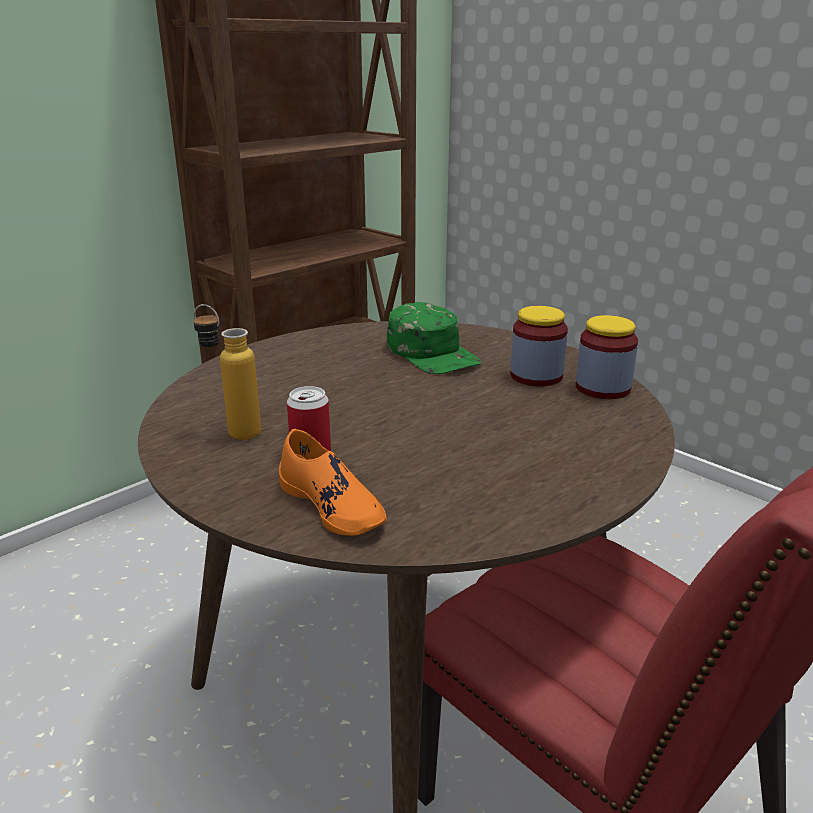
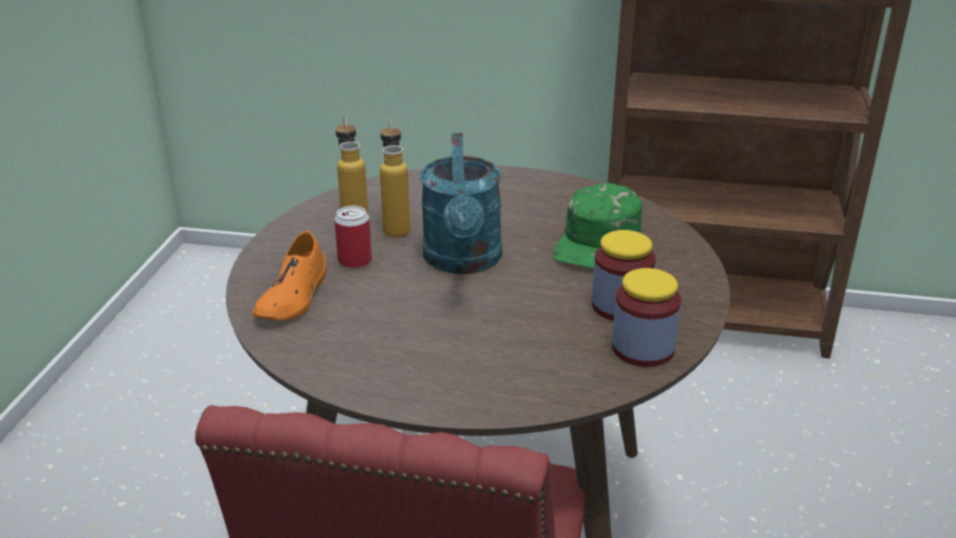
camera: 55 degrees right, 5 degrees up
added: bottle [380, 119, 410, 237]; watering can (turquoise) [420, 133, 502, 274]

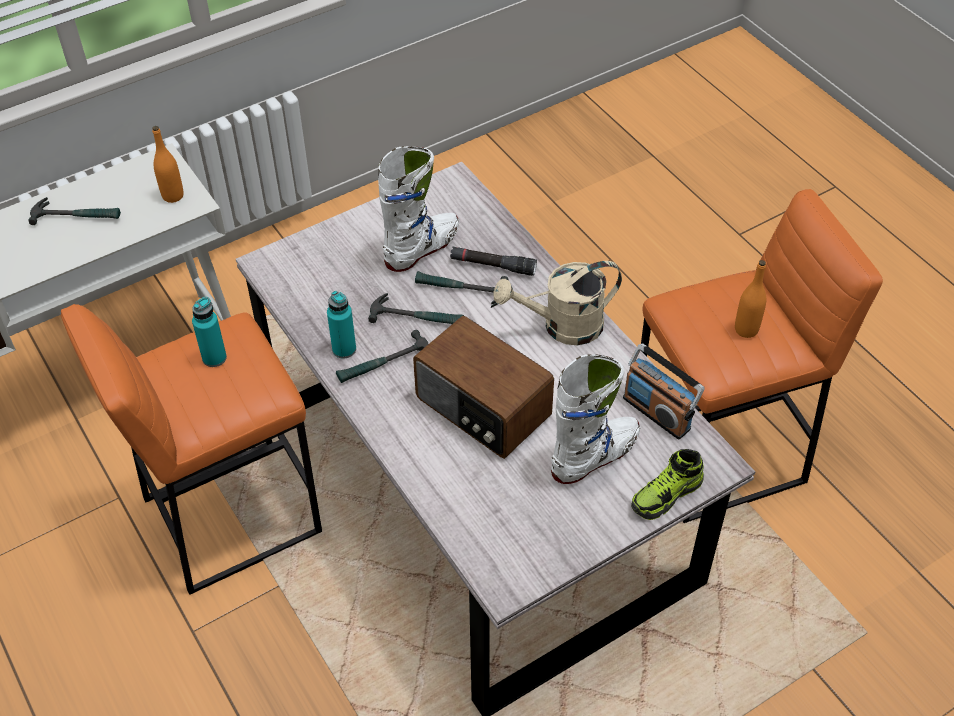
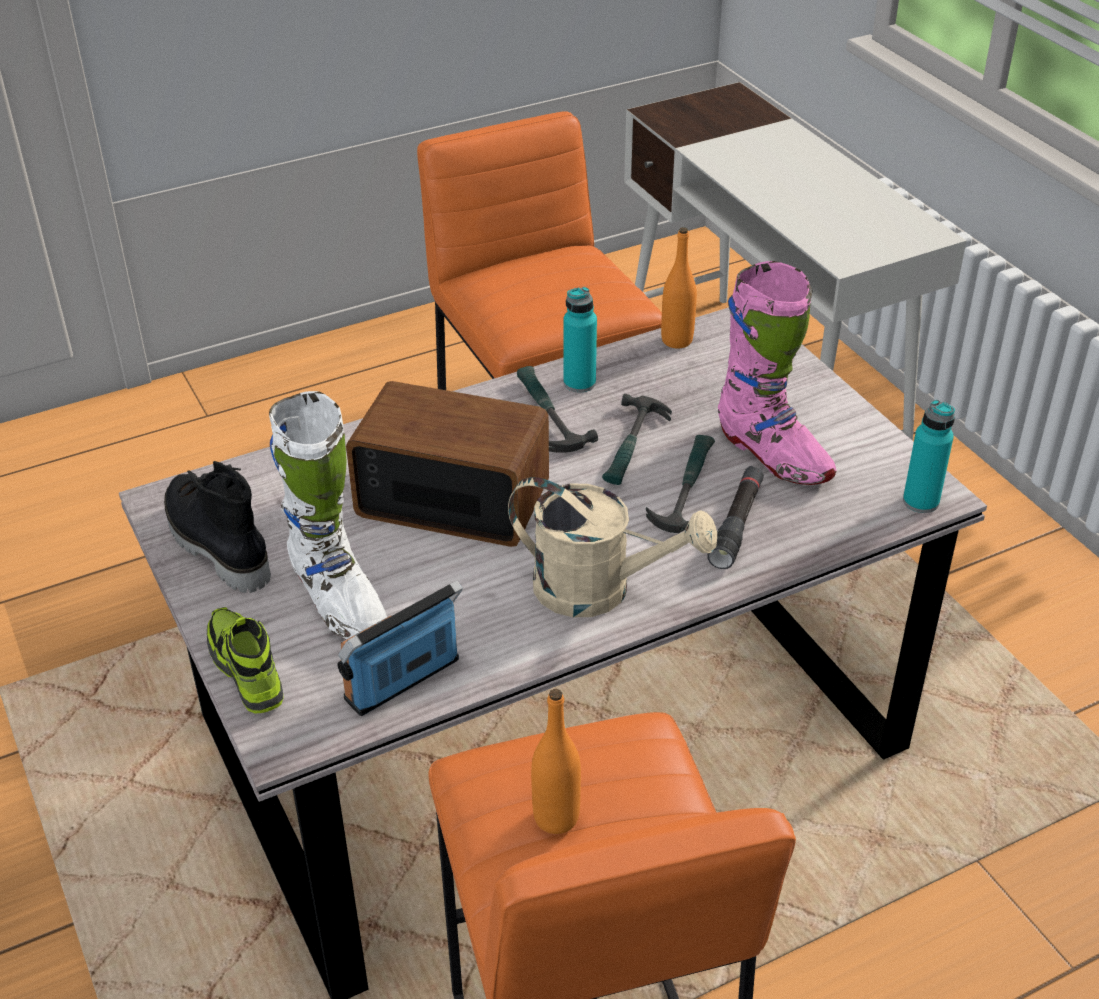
camera: 95 degrees right, 10 degrees down
removed: hammer [28, 197, 121, 225]
added: boot (black) [164, 461, 271, 593]
moved: bottle (orange) [152, 126, 184, 203] to [661, 227, 697, 348]; bottle (turquoise) [192, 297, 227, 367] to [903, 400, 955, 513]
recoloured: boot (white) [378, 146, 459, 272] to boot (pink) [718, 261, 837, 485]
turned: watering can (beige) [494, 261, 622, 345] = [508, 477, 717, 617] 120 degrees clockwise; radio [413, 316, 554, 459] = [346, 381, 549, 547] 60 degrees clockwise

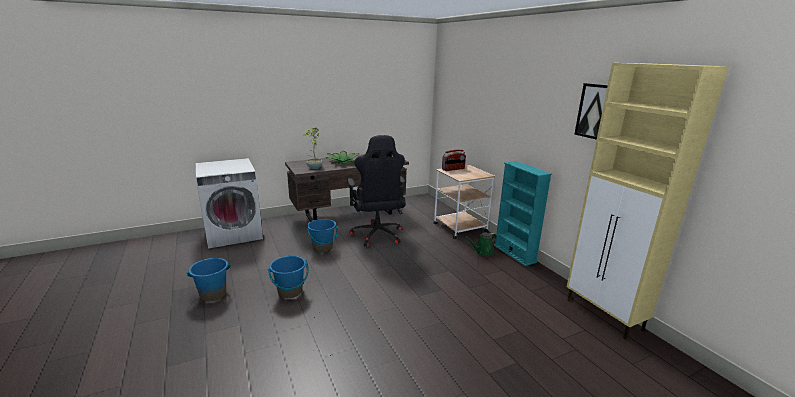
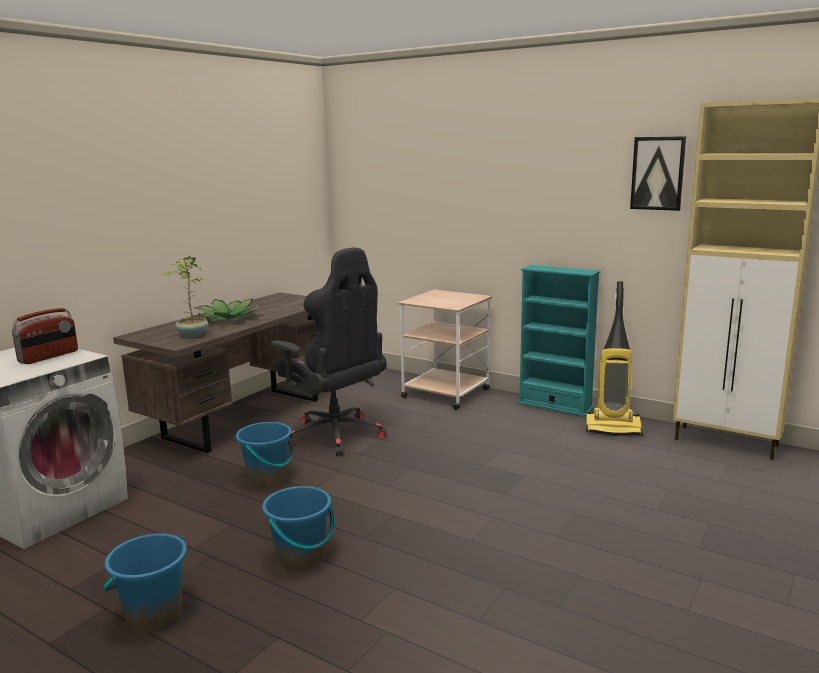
camera: 30 degrees left, 5 degrees down
removed: watering can (green) [466, 233, 497, 256]
added: vacuum cleaner [586, 281, 643, 436]
moved: radio [442, 150, 466, 171] to [12, 308, 78, 364]

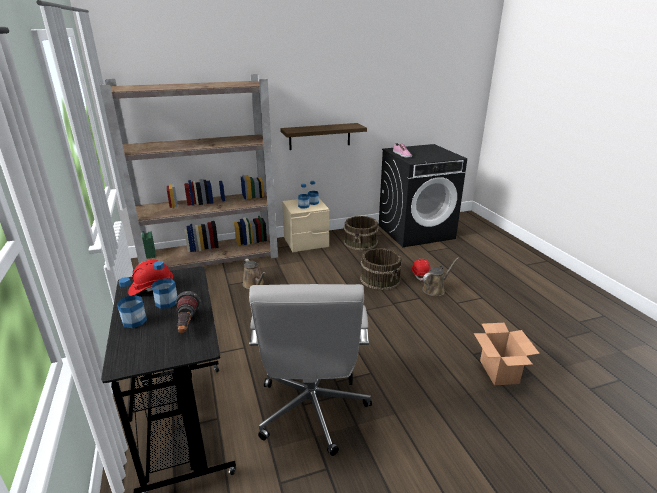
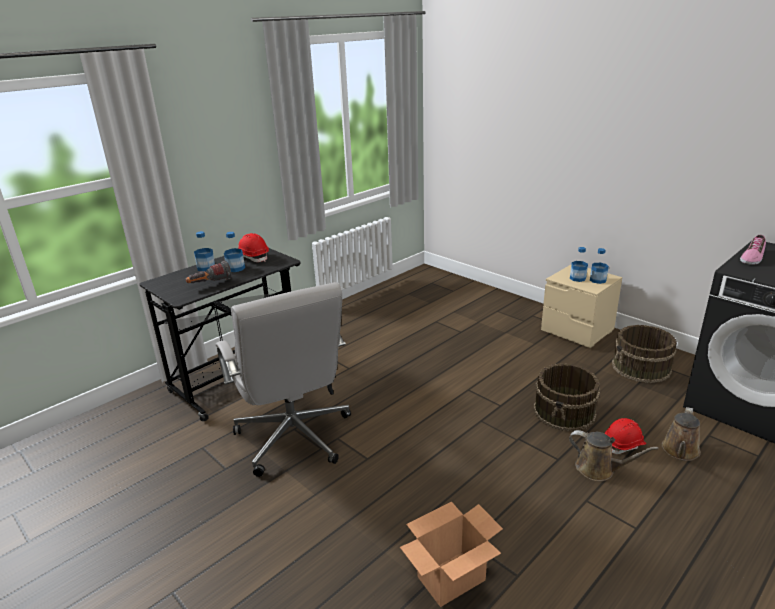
camera: 65 degrees right, 0 degrees up
removed: bookcase (brown) [100, 74, 278, 271]; shelf [280, 123, 367, 150]
moved: watering can (brown) [243, 259, 265, 289] to [662, 407, 701, 461]
turned: office chair (grey) [249, 284, 372, 456] = [215, 282, 351, 477] 90 degrees counterclockwise

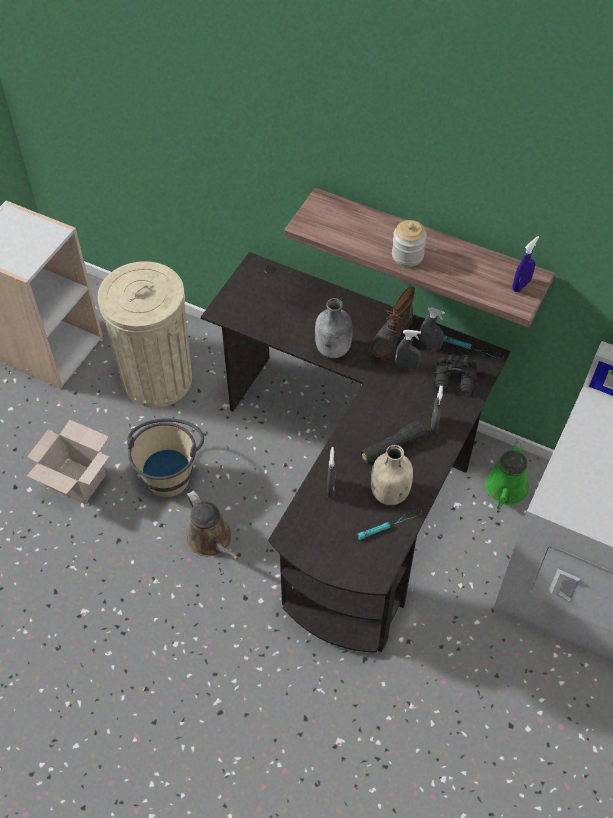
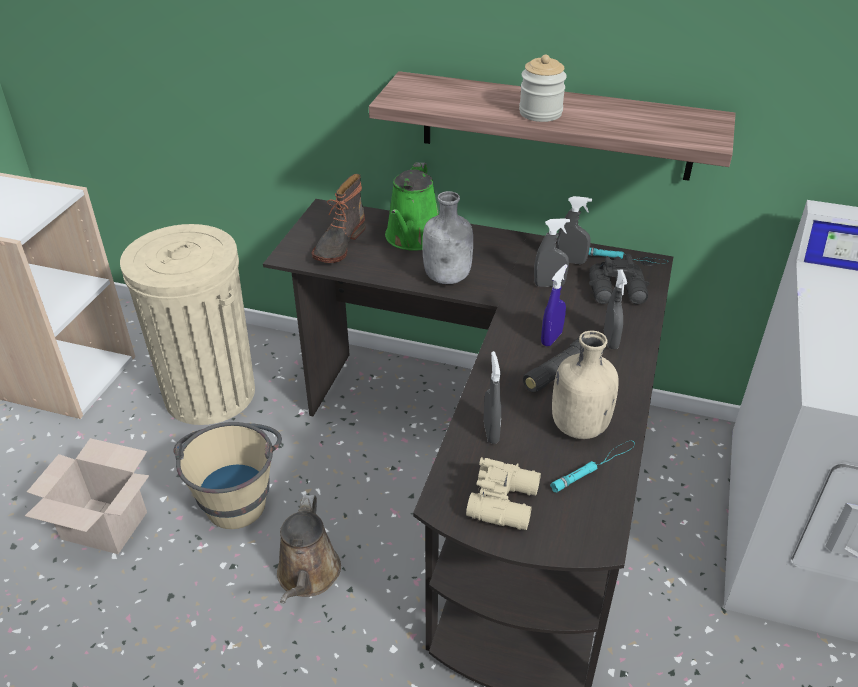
camera: 10 degrees left, 15 degrees down
added: binoculars (beige) [466, 457, 541, 530]
moved: spray bottle (blue) [512, 236, 540, 292] to [541, 264, 568, 346]; boot [369, 287, 415, 360] to [312, 174, 366, 263]; watering can (green) [485, 439, 529, 510] to [385, 162, 439, 251]
turned: watering can (brown) [186, 490, 238, 560] = [277, 495, 341, 603] 45 degrees clockwise

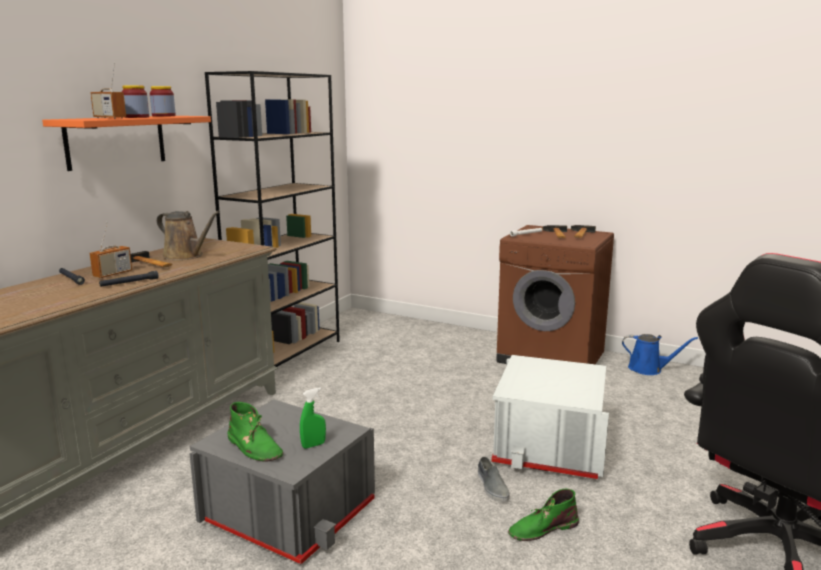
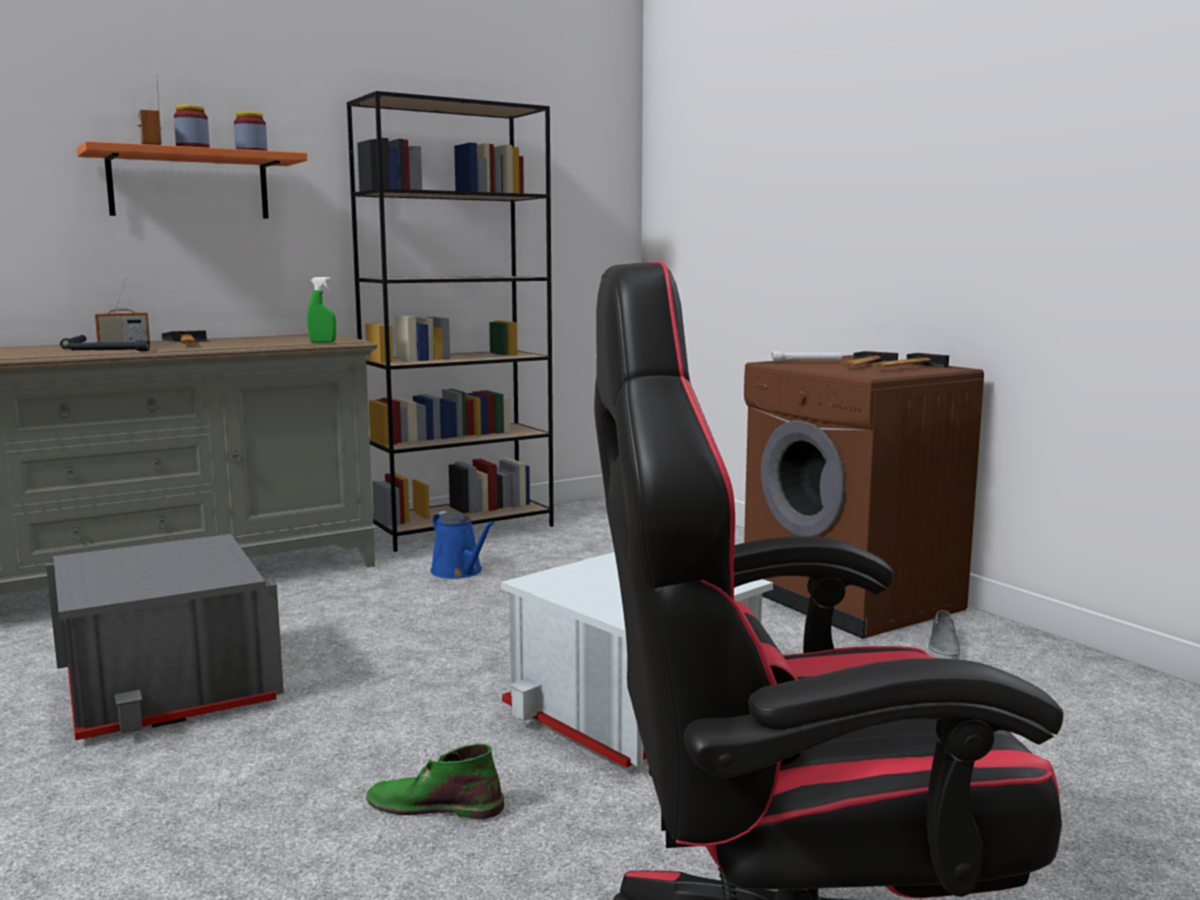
camera: 30 degrees right, 5 degrees down
removed: watering can (brown) [157, 211, 220, 260]; boot (green) [228, 402, 283, 462]
moved: watering can (blue) [622, 334, 698, 375] to [430, 511, 495, 579]; spray bottle (green) [300, 388, 326, 448] to [307, 277, 336, 343]; shoe (grey) [478, 457, 510, 502] to [928, 610, 960, 660]

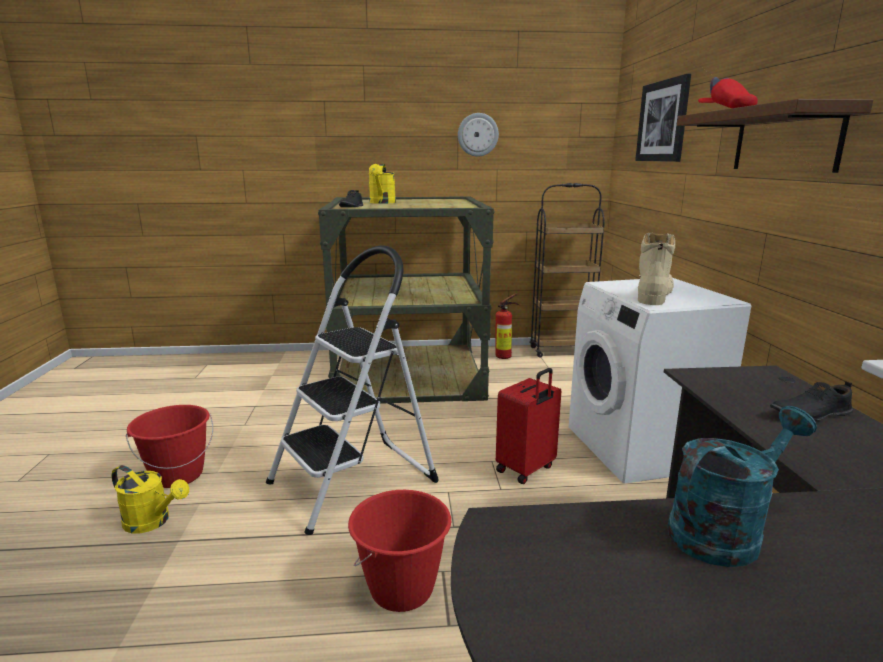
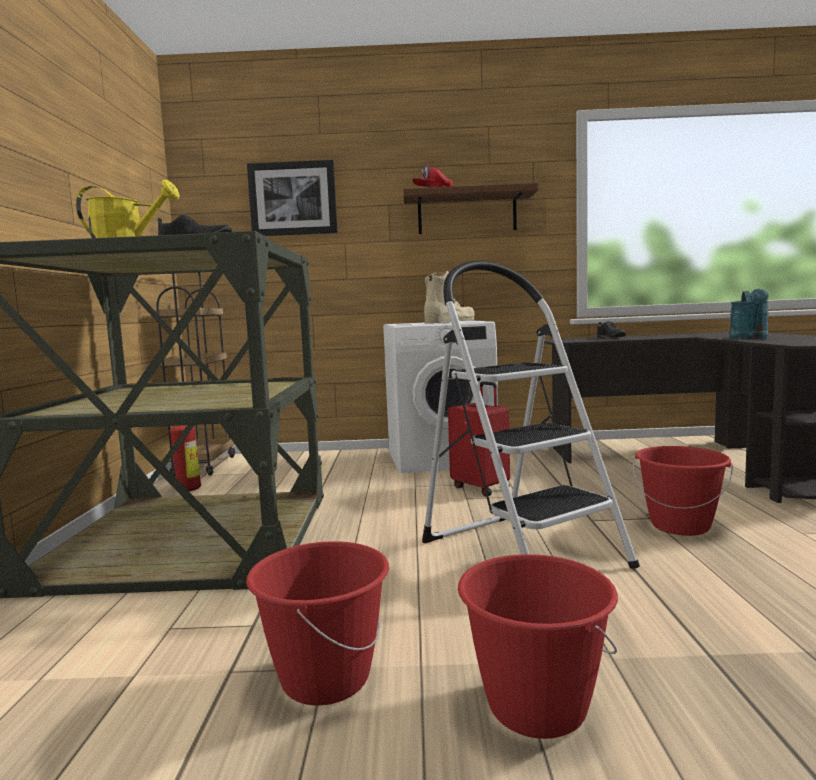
camera: 85 degrees left, 10 degrees down
removed: wall clock [458, 113, 499, 157]; watering can (yellow) [112, 465, 189, 533]
added: bucket (red) [246, 541, 389, 706]
turned: boot (beige) [638, 233, 675, 305] = [424, 271, 475, 324] 105 degrees clockwise; watering can (turquoise) [668, 406, 817, 567] = [729, 289, 769, 339] 135 degrees counterclockwise

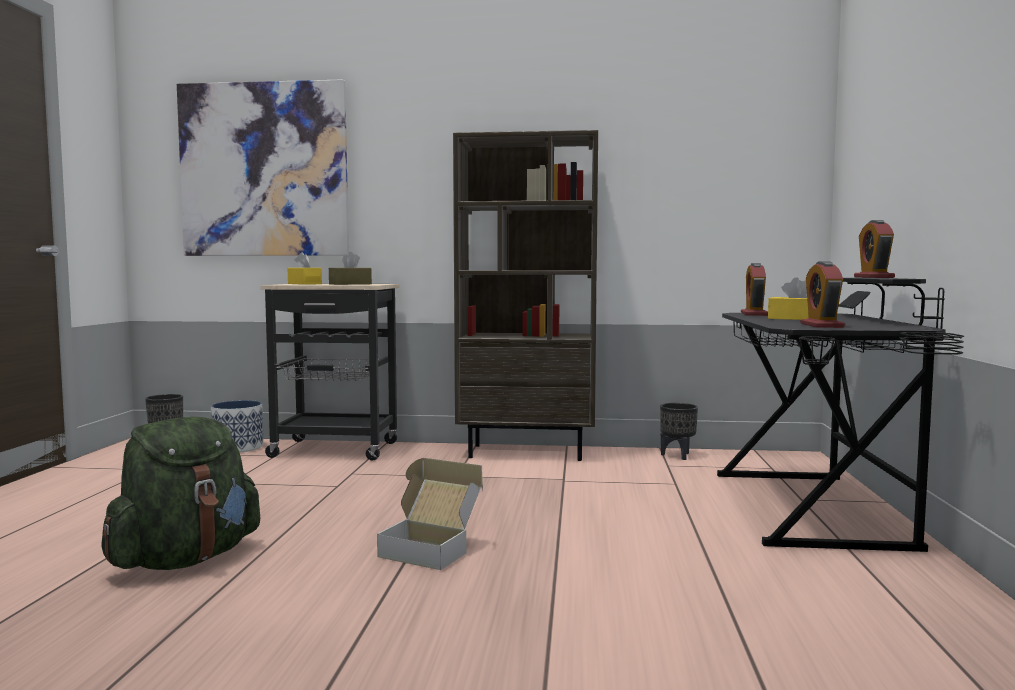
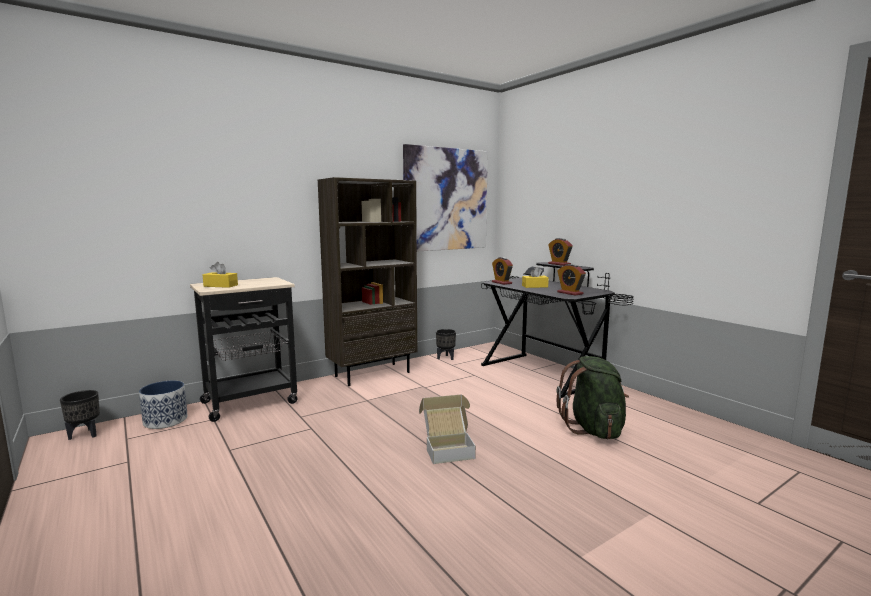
camera: 40 degrees left, 5 degrees up
removed: tissue box (brown) [329, 252, 372, 285]
moved: picture [177, 79, 349, 256] to [403, 144, 488, 252]; backpack (green) [101, 417, 260, 570] to [557, 356, 629, 439]

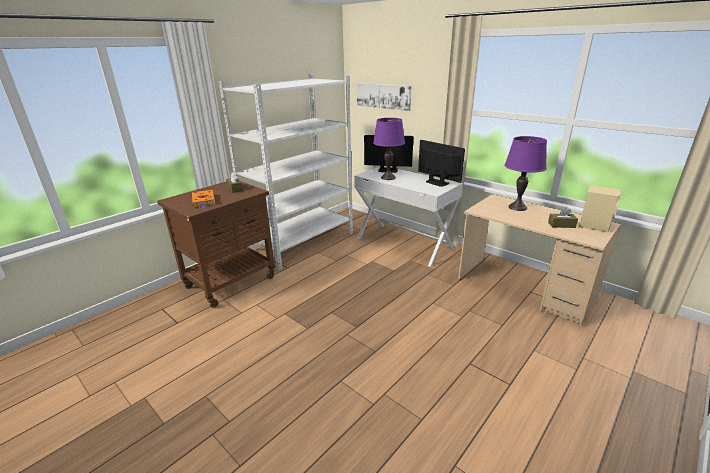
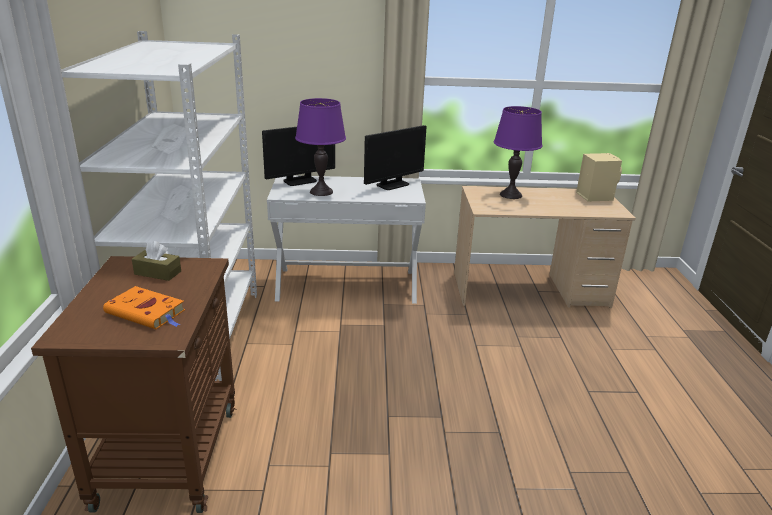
camera: 45 degrees left, 0 degrees up
removed: picture [357, 83, 411, 111]; tissue box (brown) [548, 208, 578, 228]
turned: monitor [418, 140, 465, 187] = [364, 125, 427, 190] 135 degrees clockwise

